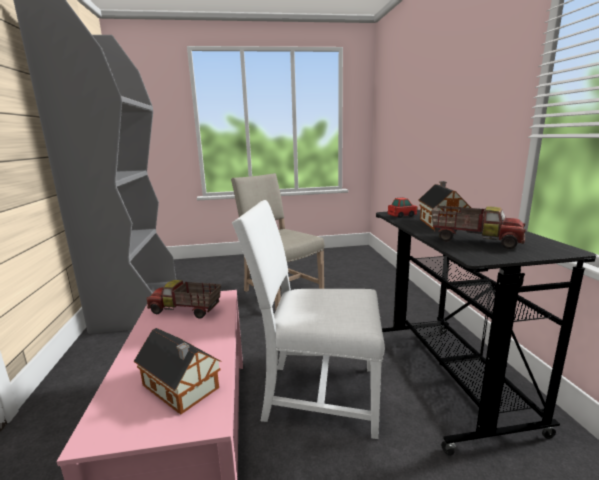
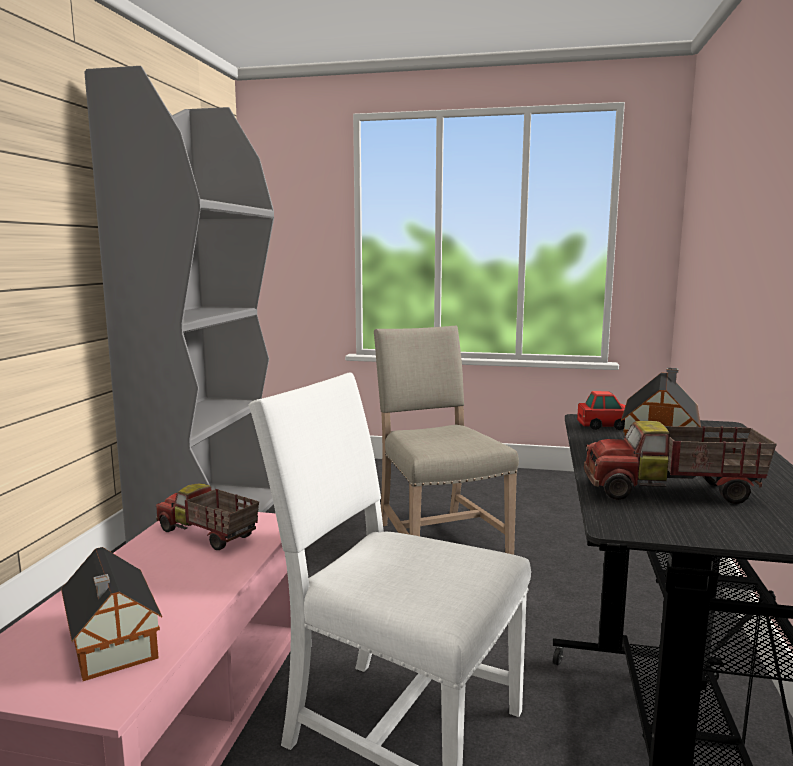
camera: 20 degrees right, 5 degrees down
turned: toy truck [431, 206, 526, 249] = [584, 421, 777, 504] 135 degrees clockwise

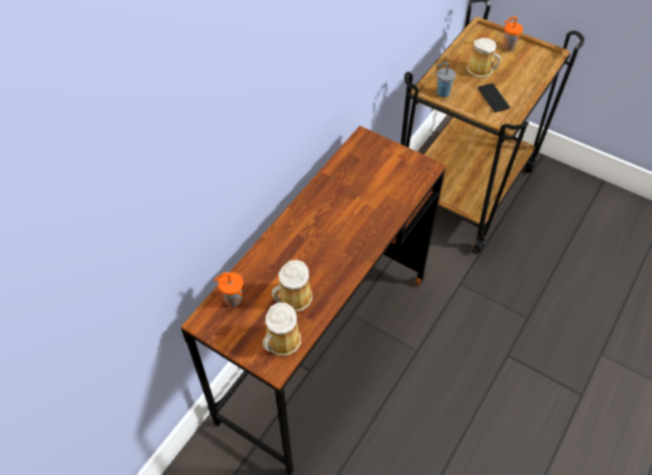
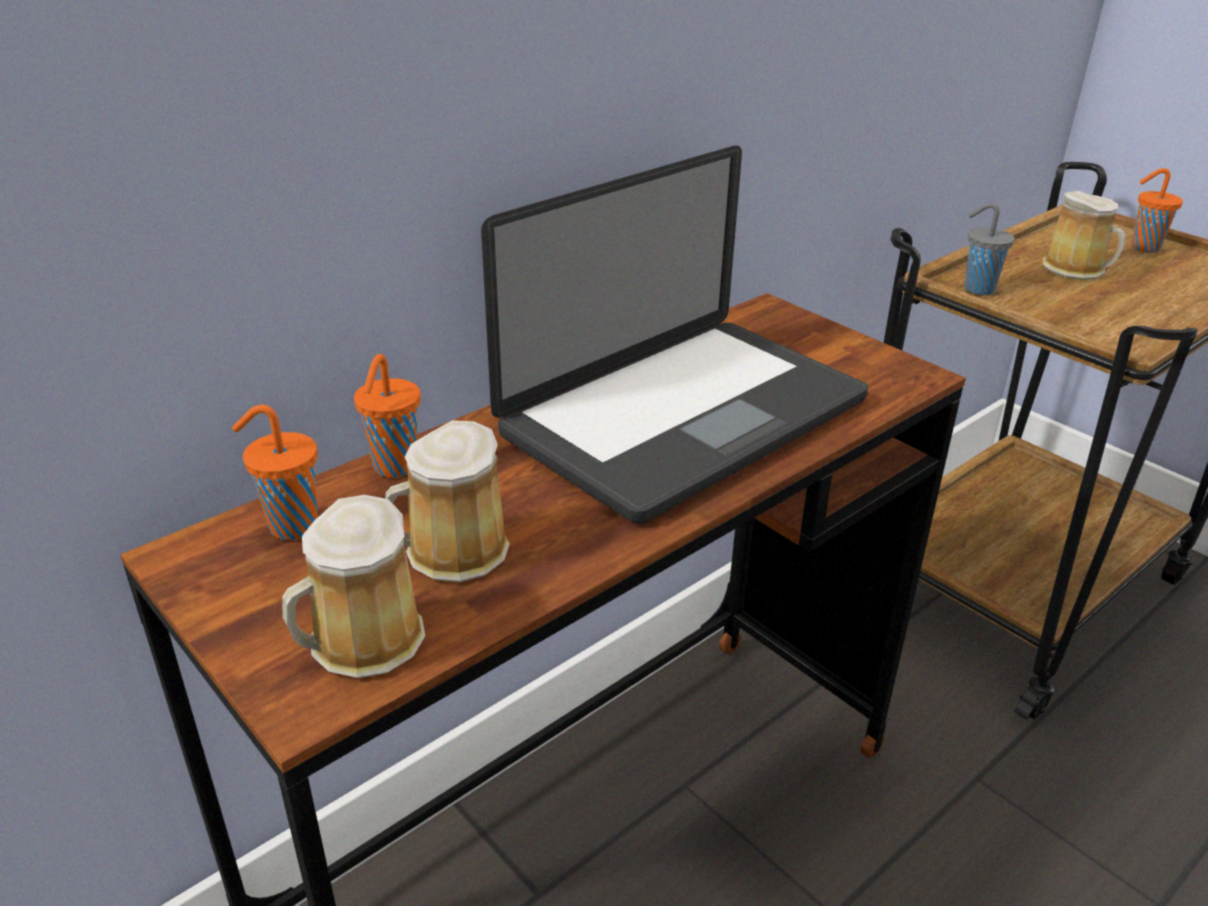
camera: 15 degrees right, 20 degrees down
removed: phone [478, 83, 510, 112]
added: laptop [481, 145, 868, 524]; cup (orange) [354, 354, 421, 478]

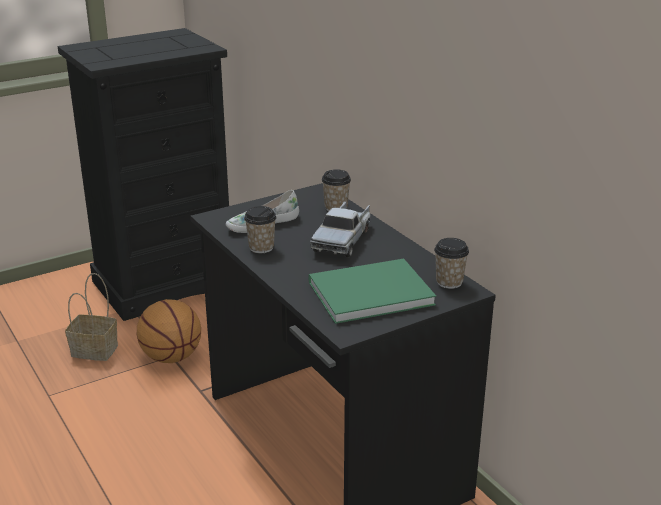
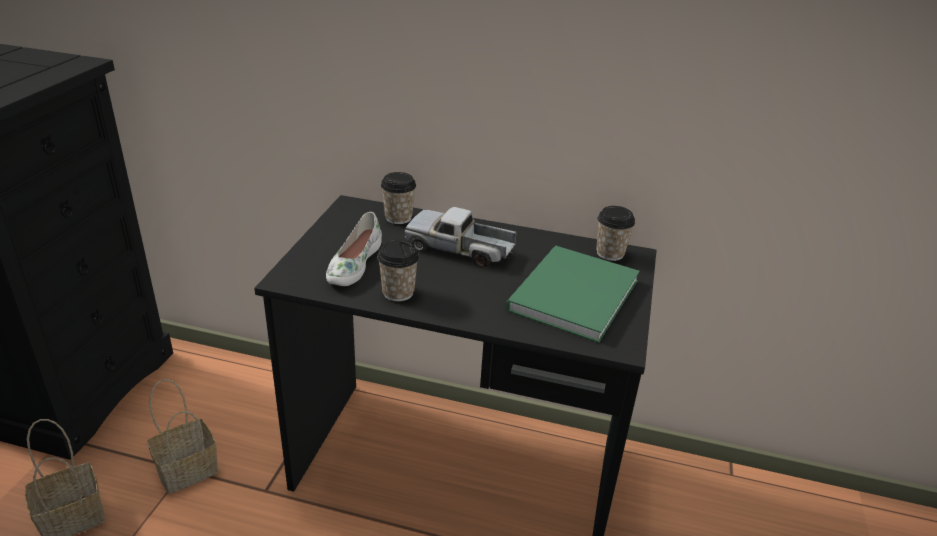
camera: 45 degrees left, 5 degrees up
replaced: basketball [137, 299, 201, 363] to basket [147, 379, 219, 494]
turned: toy truck [310, 201, 370, 257] = [405, 207, 517, 267] 135 degrees clockwise

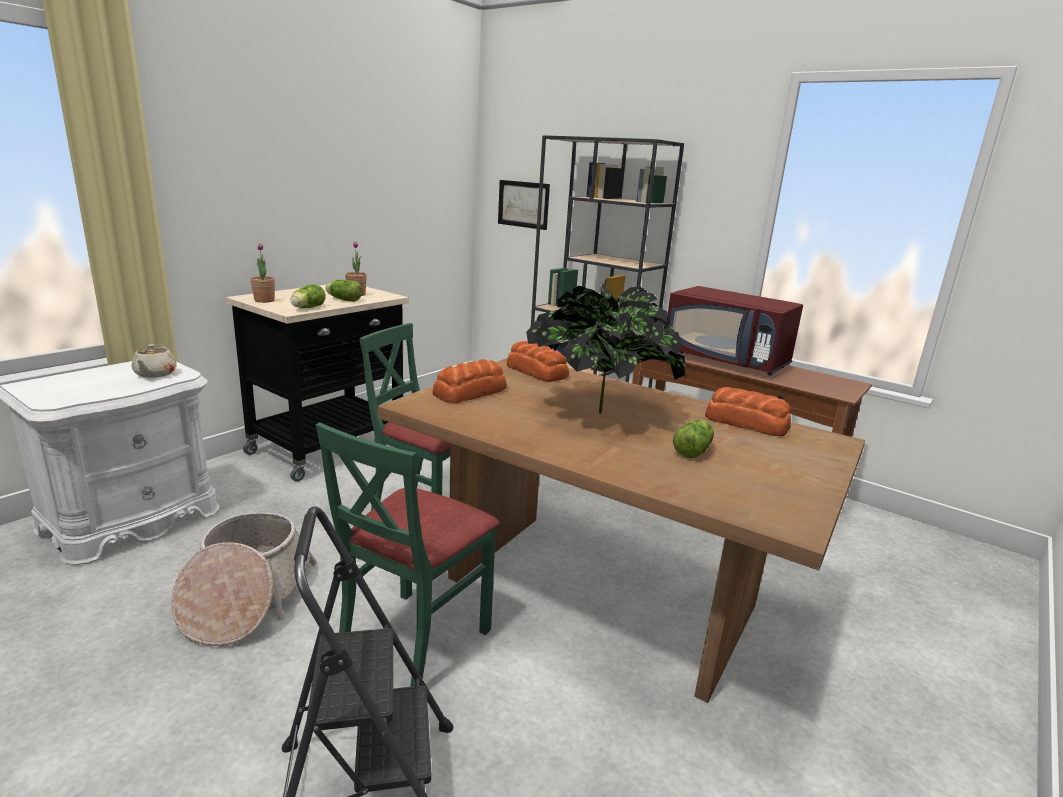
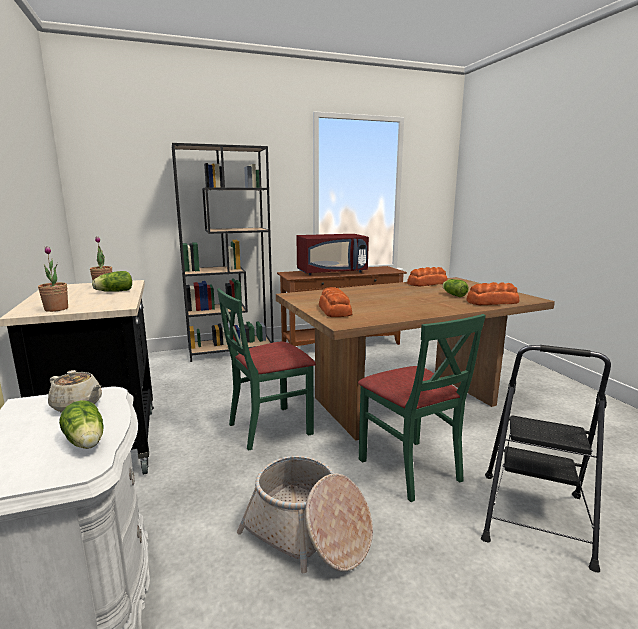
camera: 55 degrees left, 5 degrees down
removed: picture [498, 180, 550, 230]; potted plant [526, 283, 685, 414]
moved: lettuce [290, 284, 326, 308] to [59, 400, 104, 449]; bread [507, 341, 569, 382] to [466, 282, 519, 305]

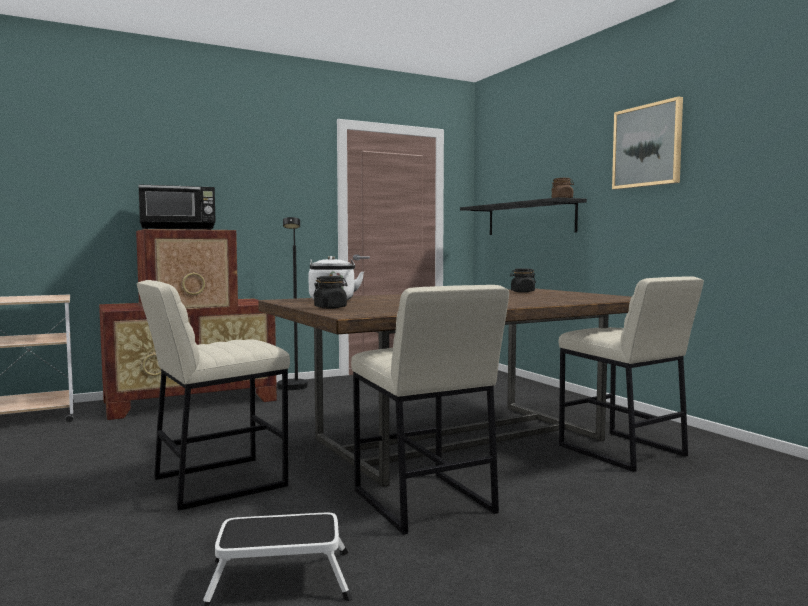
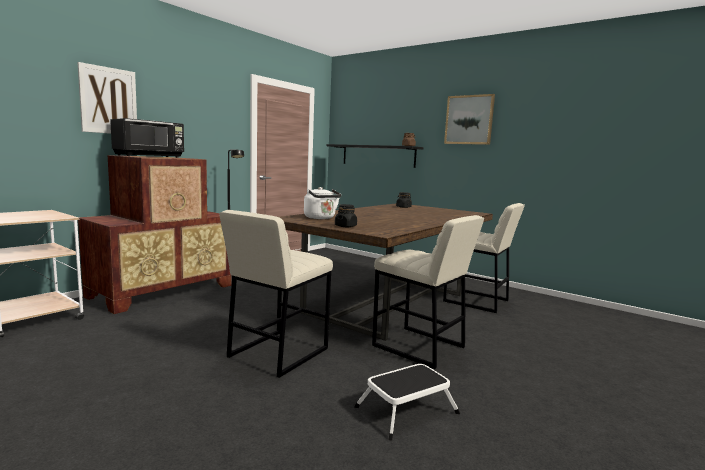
camera: 25 degrees left, 5 degrees up
added: picture [77, 62, 137, 134]

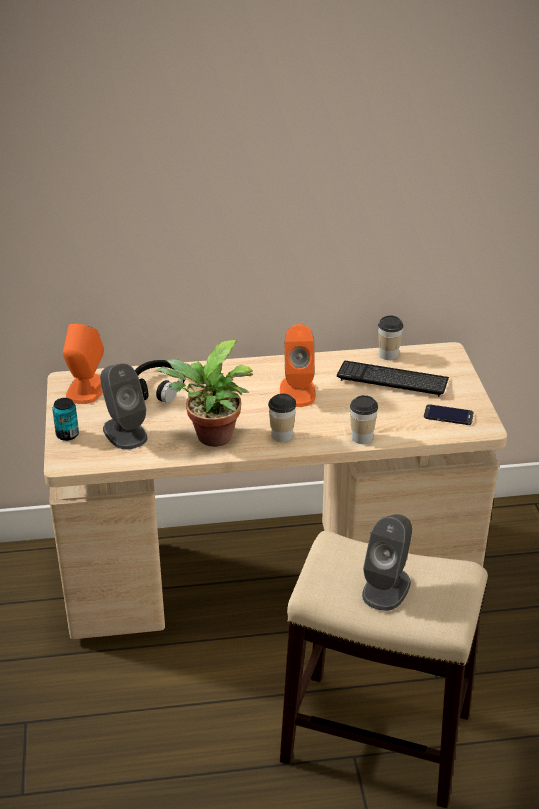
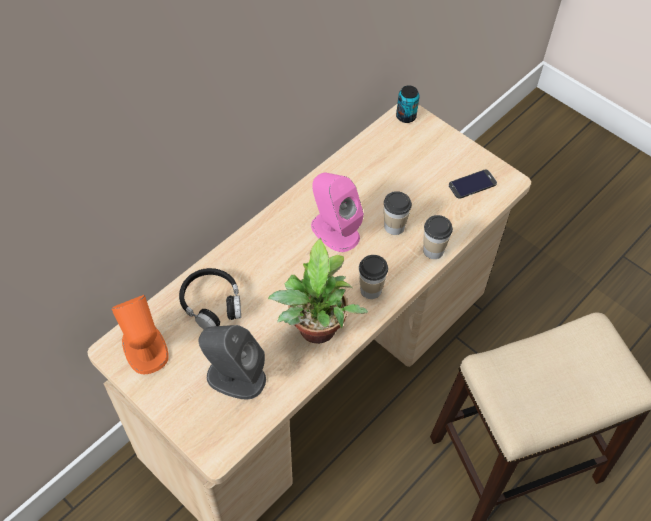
camera: 40 degrees left, 20 degrees up
removed: keyboard [337, 361, 449, 397]; speaker (grey) [362, 514, 412, 611]
moved: cup [378, 315, 404, 360] to [384, 191, 412, 235]; can [52, 398, 79, 441] to [396, 85, 420, 123]
recoloured: speaker (orange) [280, 324, 316, 407] to speaker (pink) [311, 173, 364, 252]

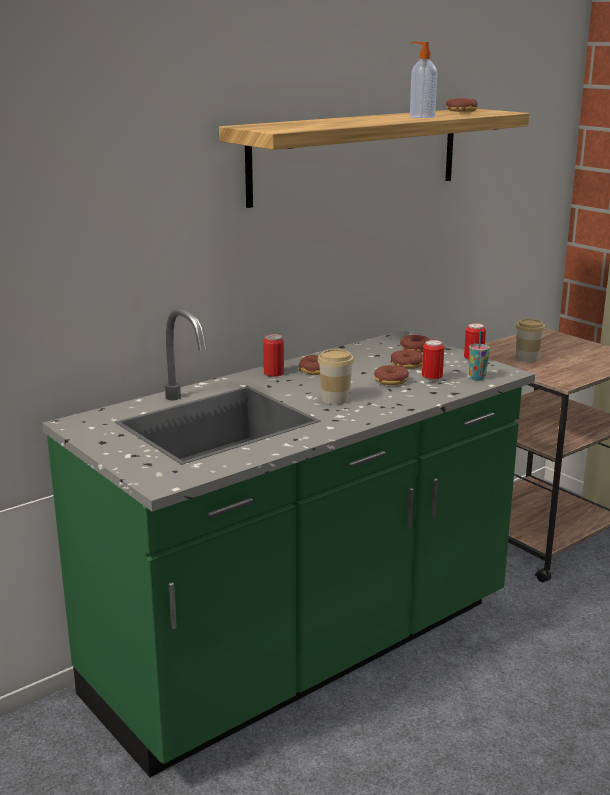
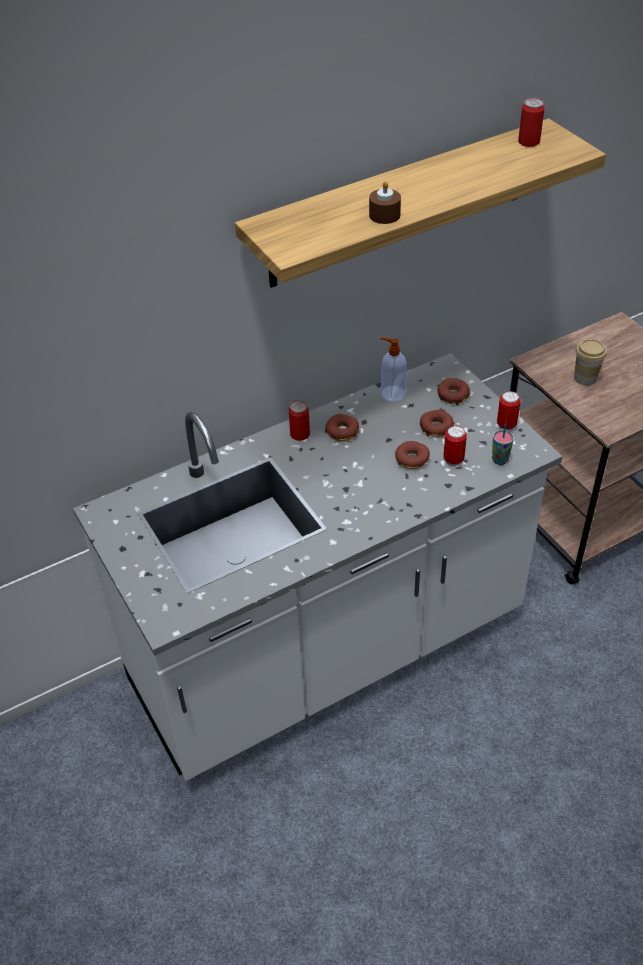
camera: 10 degrees right, 25 degrees up
removed: cup [317, 349, 354, 405]
added: candle (brown) [369, 181, 401, 224]
moved: soap dispenser [410, 42, 437, 118] to [381, 337, 407, 402]
replaced: donut [446, 98, 478, 112] to can [518, 98, 545, 147]
recoloured: counter (green) [42, 308, 535, 777] to counter (white) [73, 353, 563, 781]

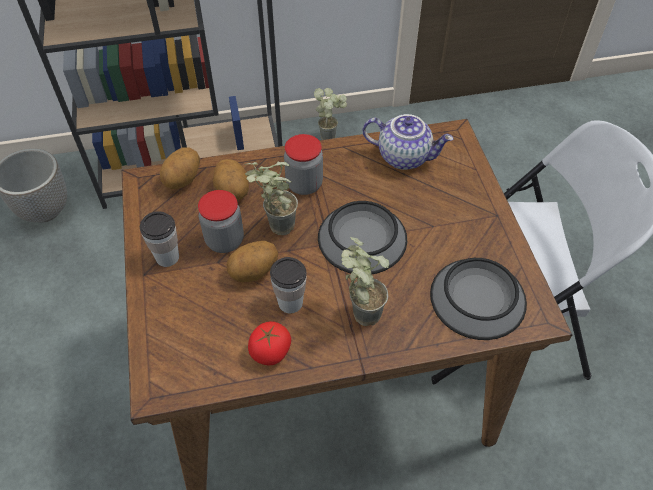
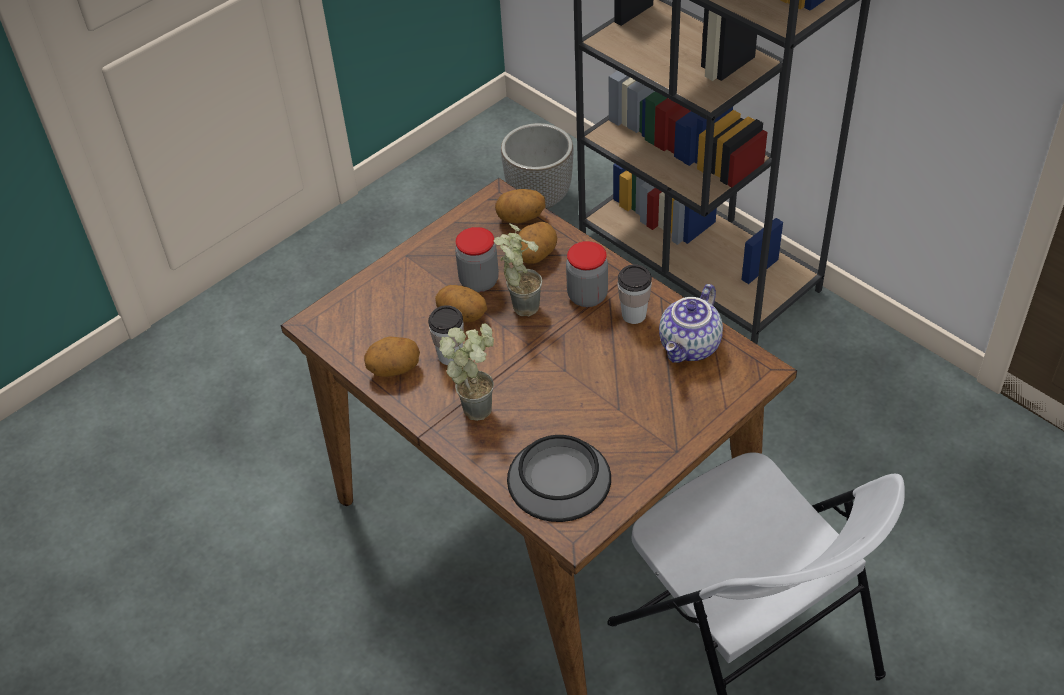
camera: 60 degrees right, 5 degrees down
removed: potted plant [314, 88, 347, 140]; bowl [318, 201, 407, 274]
moved: cup [140, 211, 179, 267] to [618, 264, 652, 324]
replaced: tomato [248, 321, 291, 365] to potato [364, 336, 420, 377]
turned: teapot [363, 114, 453, 170] = [659, 284, 723, 363] 45 degrees clockwise

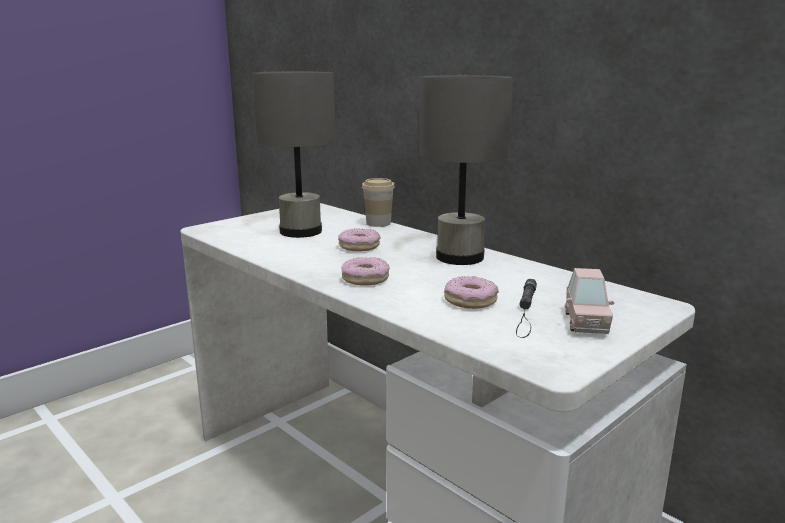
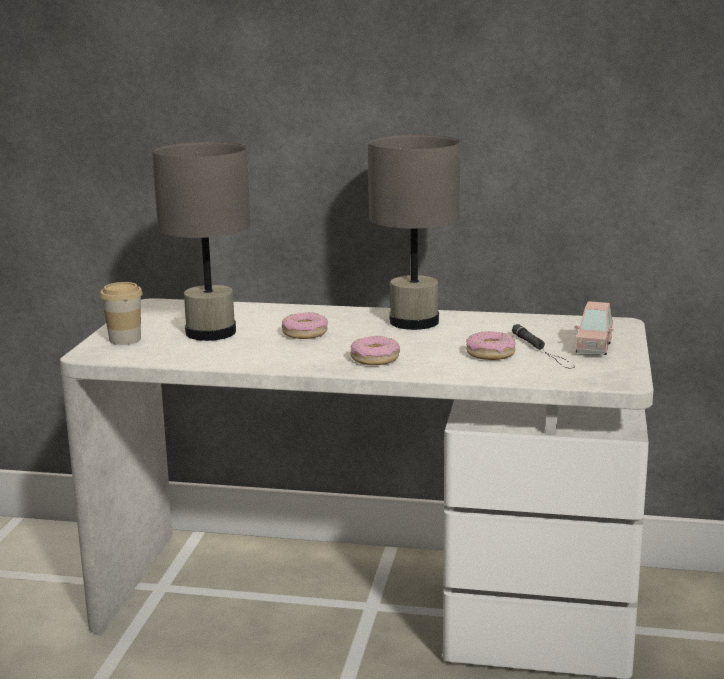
camera: 35 degrees left, 0 degrees up
moved: cup [362, 178, 395, 227] to [100, 282, 143, 345]
turned: toy car (pink) [565, 268, 614, 334] = [574, 301, 614, 355] 45 degrees clockwise

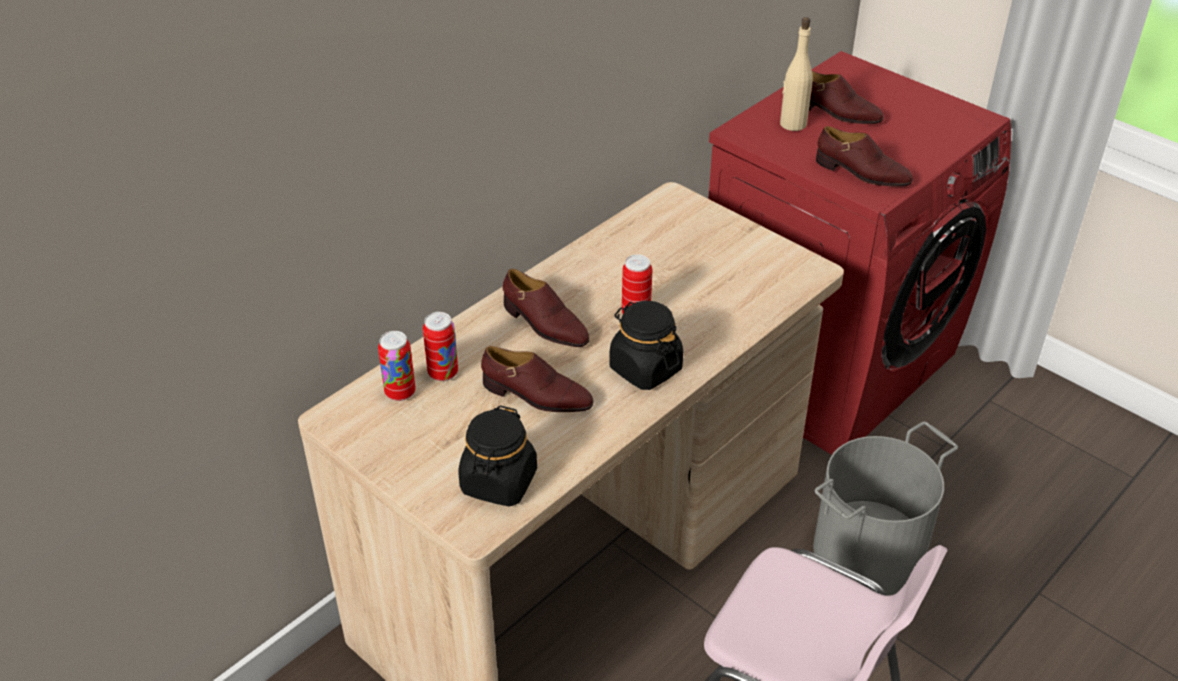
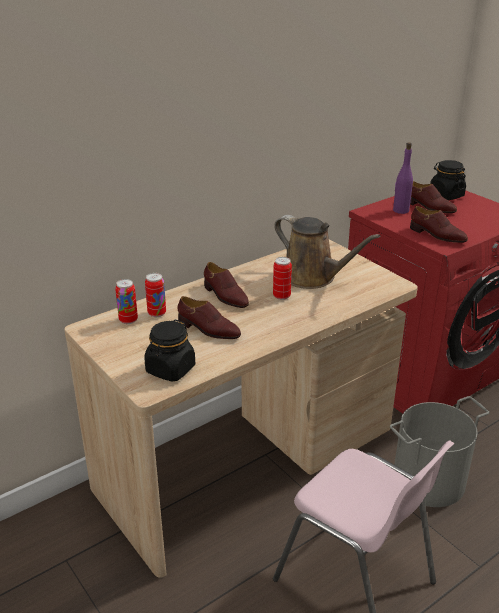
camera: 10 degrees right, 10 degrees down
added: watering can (brown) [274, 215, 380, 289]
moved: jar (black) [609, 301, 683, 390] to [430, 160, 466, 200]
recoloured: bottle (beige) [780, 17, 813, 131] to bottle (purple) [393, 143, 413, 214]

